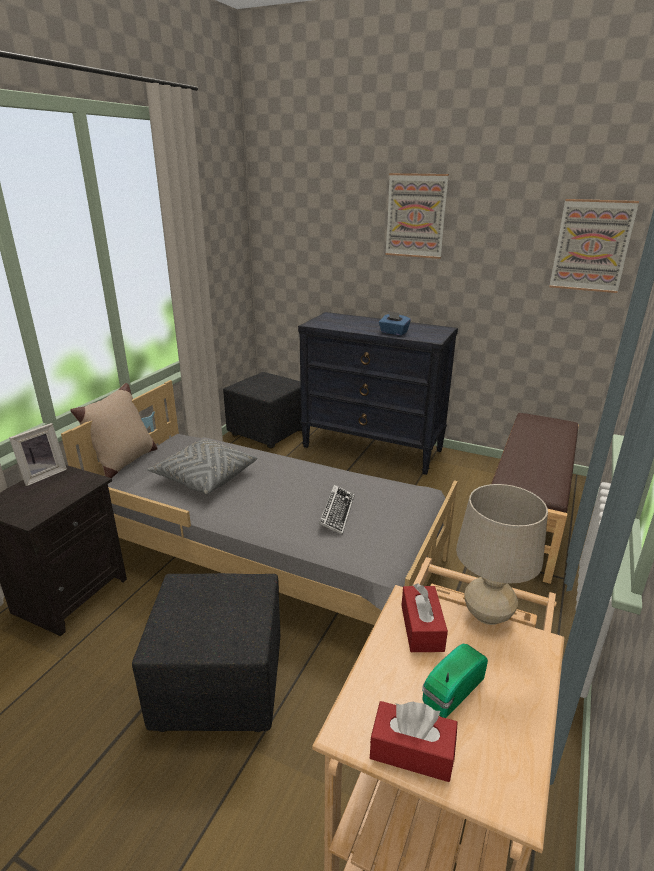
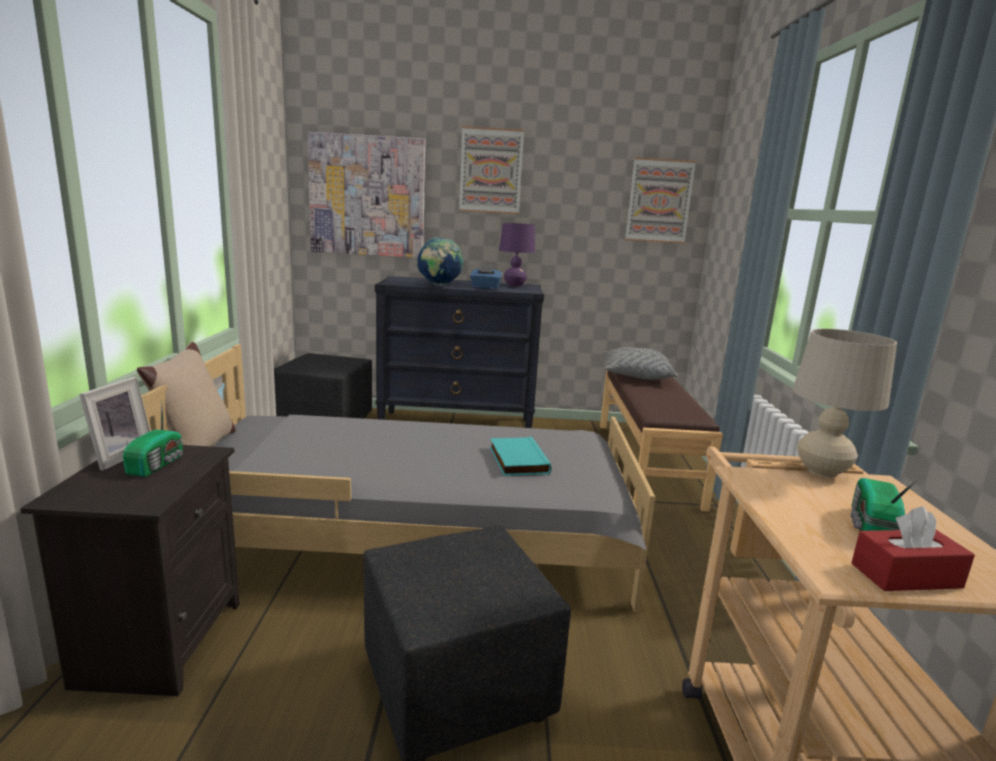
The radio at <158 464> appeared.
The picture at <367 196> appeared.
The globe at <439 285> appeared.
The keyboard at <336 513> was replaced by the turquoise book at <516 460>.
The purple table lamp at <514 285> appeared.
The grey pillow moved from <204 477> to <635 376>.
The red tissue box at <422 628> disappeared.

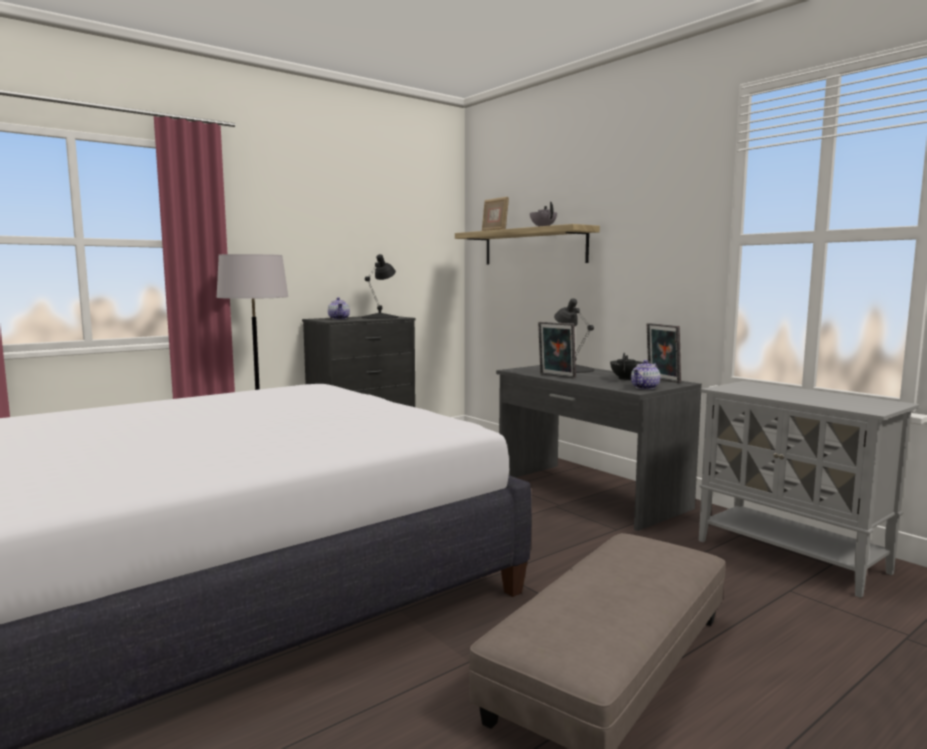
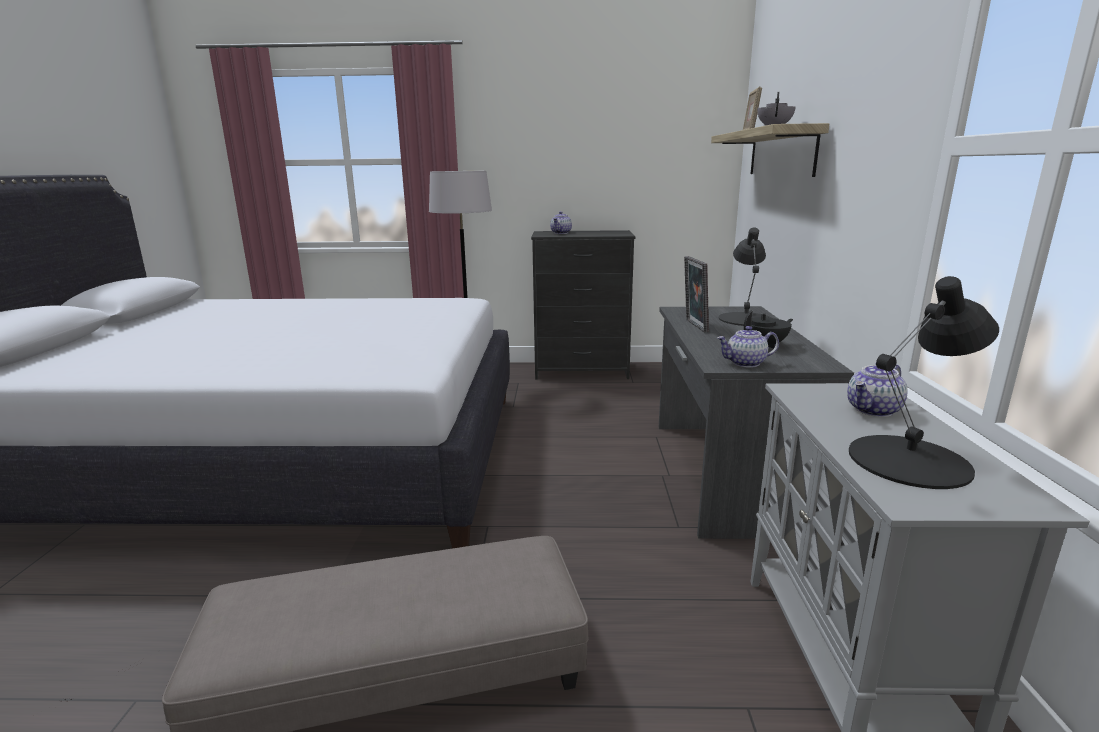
The teapot at <874 410> appeared.
The black table lamp moved from <380 317> to <910 461>.
The picture frame at <662 380> disappeared.

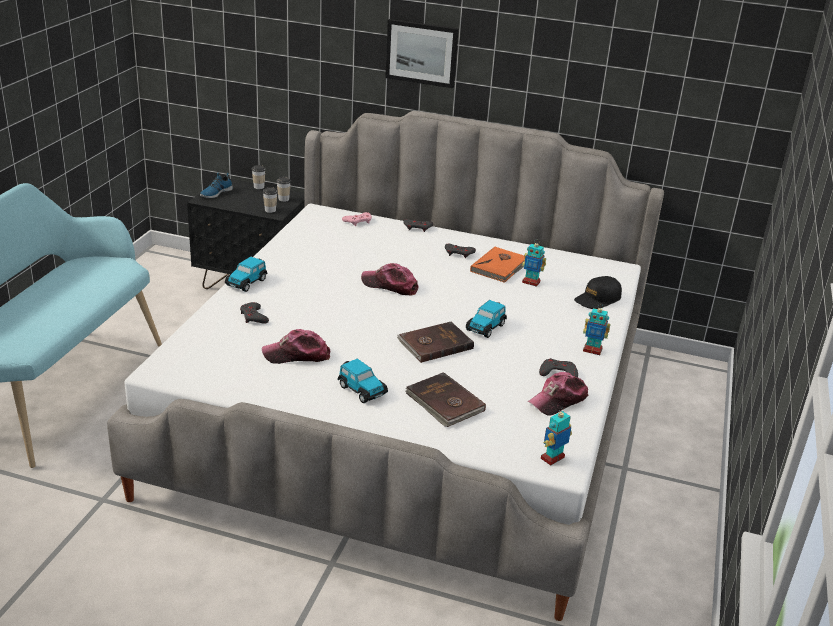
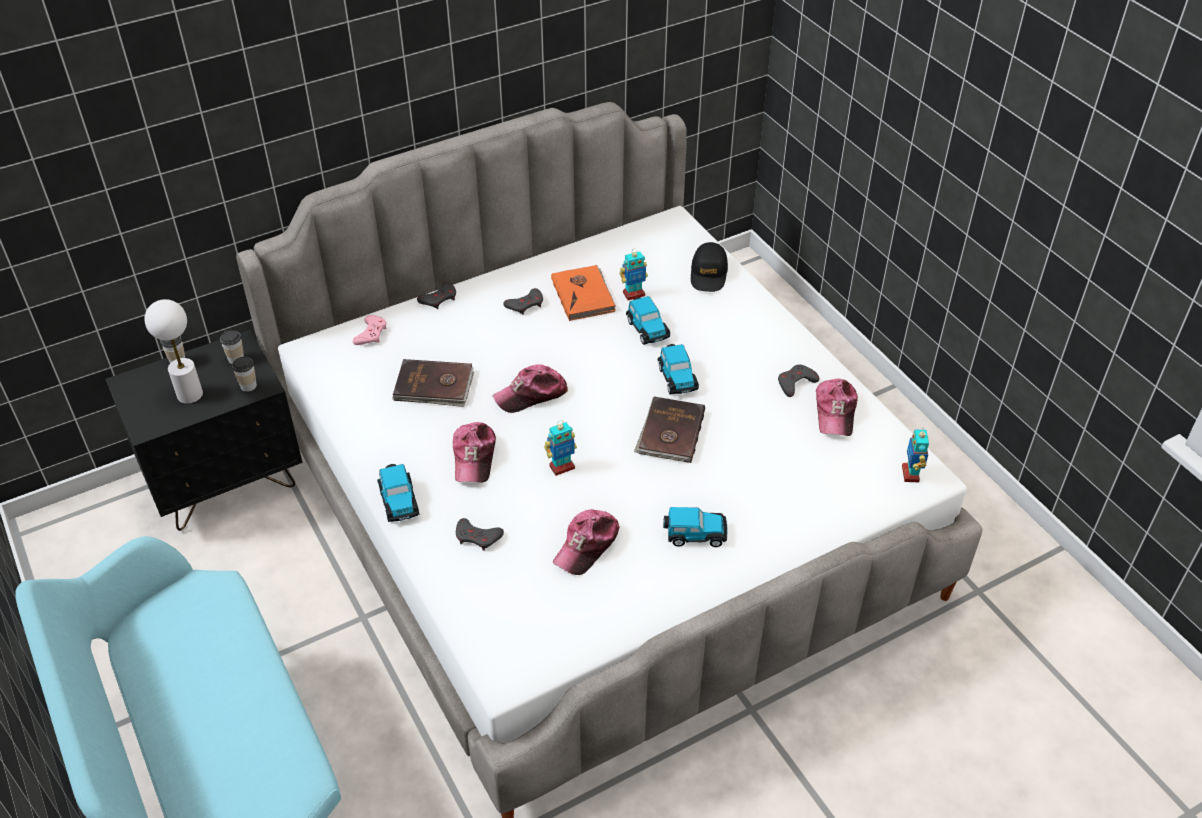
The white table lamp at <190 395> appeared.
The brown book moved from <444 403> to <434 386>.
The cap at <474 457> appeared.
The toy robot moved from <592 350> to <561 467>.
The toy car at <647 329> appeared.
The shoe at <215 193> disappeared.
The picture at <421 53> disappeared.

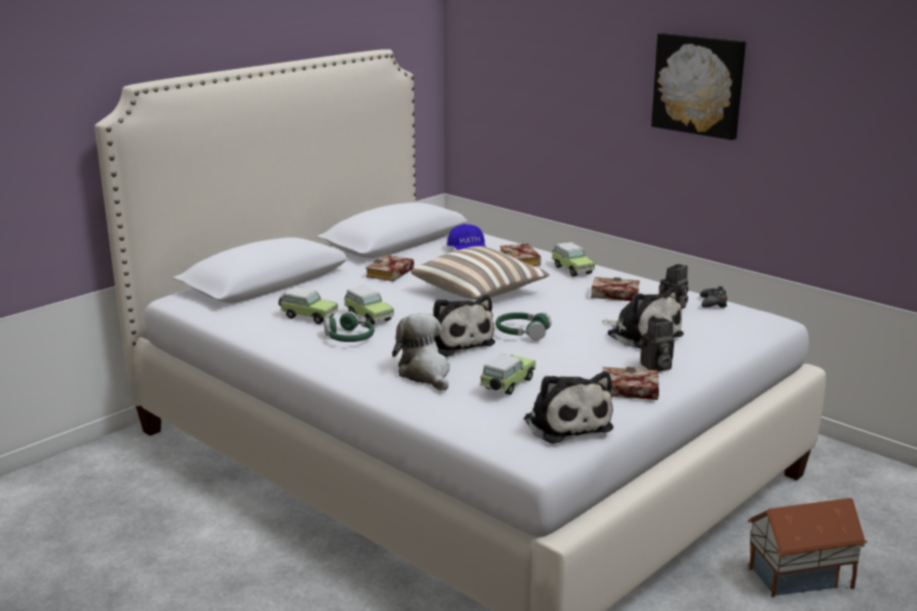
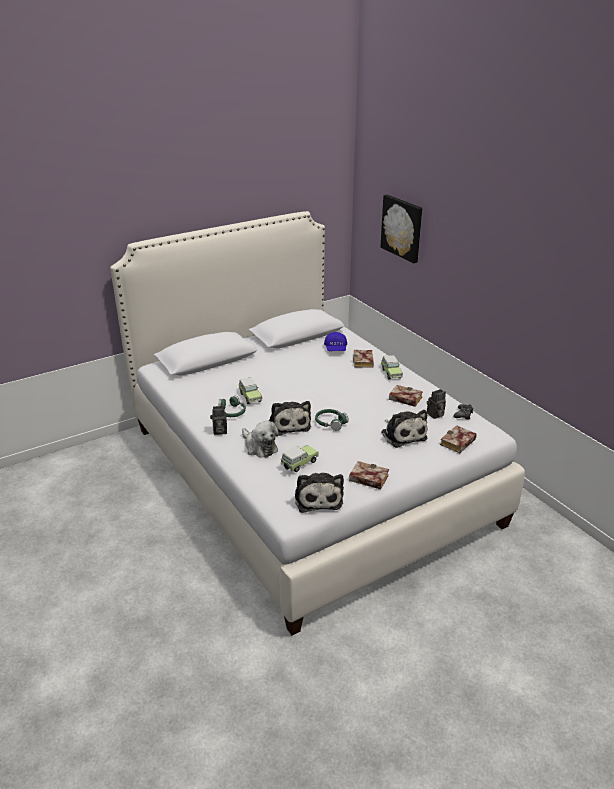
The photo camera moved from <655 367> to <219 431>.
The plush toy at <425 374> turned 150 degrees clockwise.
The picture moved from <699 85> to <402 228>.
The book moved from <390 274> to <458 443>.
The toy car at <308 316> disappeared.
The pillow at <480 293> disappeared.
The toy house at <801 579> disappeared.

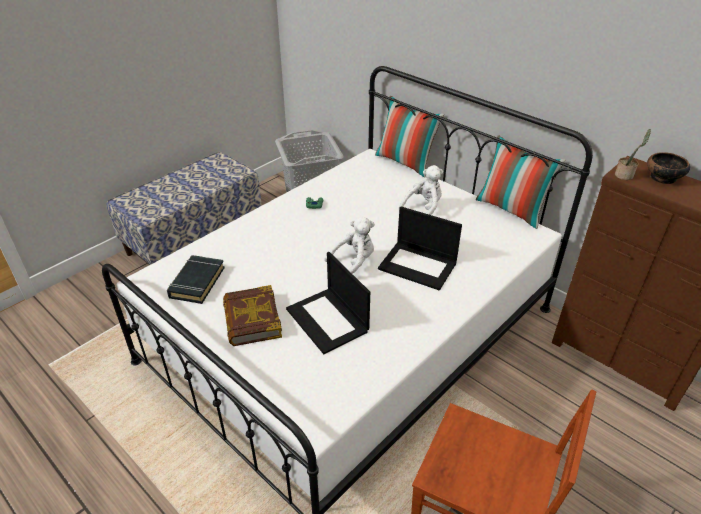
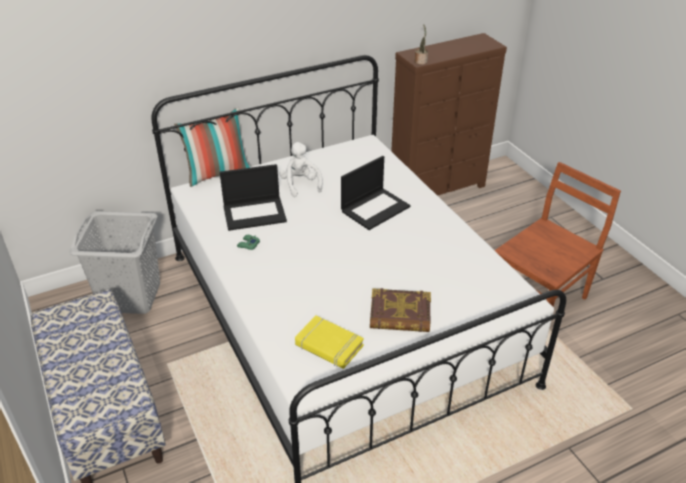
The laptop moved from <328 320> to <255 213>.
The black book at <196 282> became the yellow book at <328 345>.
The white plush toy at <353 263> disappeared.
The pillow at <511 210> disappeared.
The bowl at <663 178> disappeared.

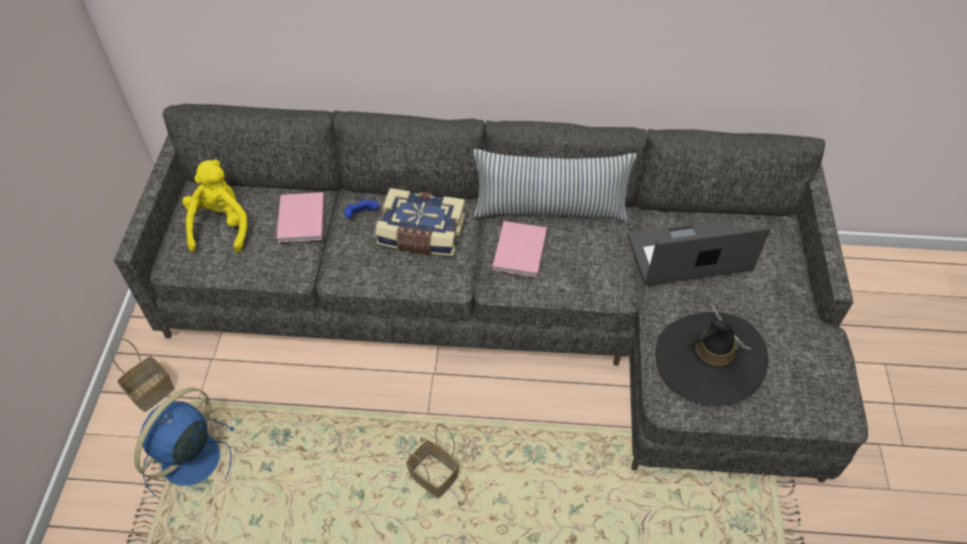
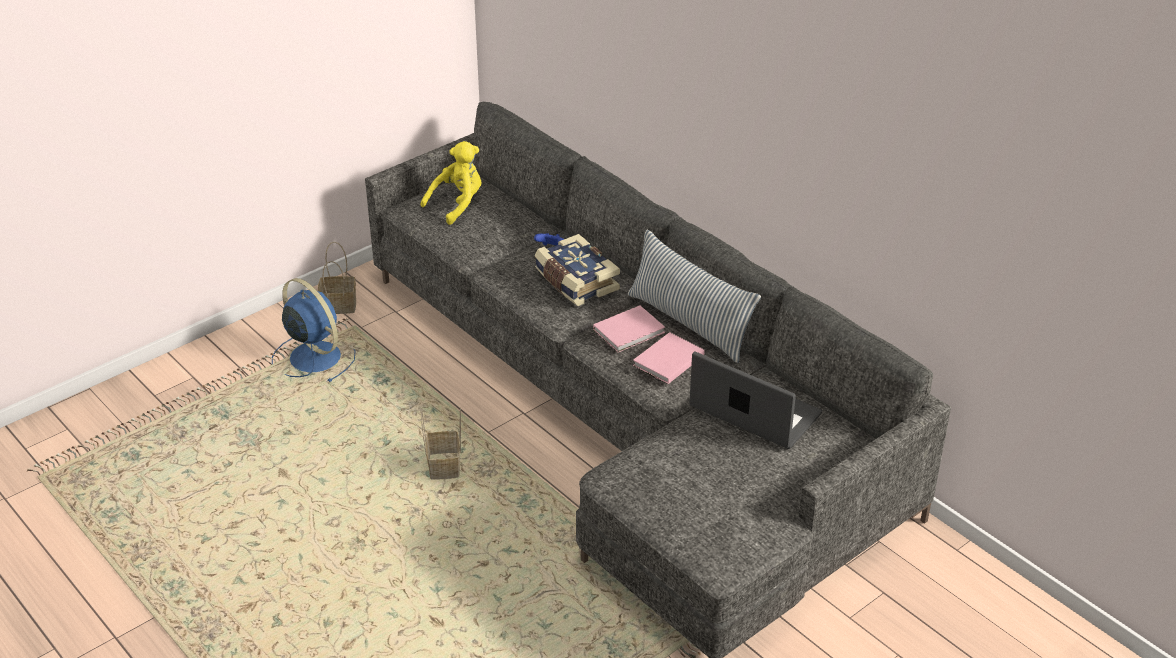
The blue fan at <189 462> turned 60 degrees clockwise.
The pink book moved from <300 220> to <666 361>.
The black hat at <709 360> disappeared.

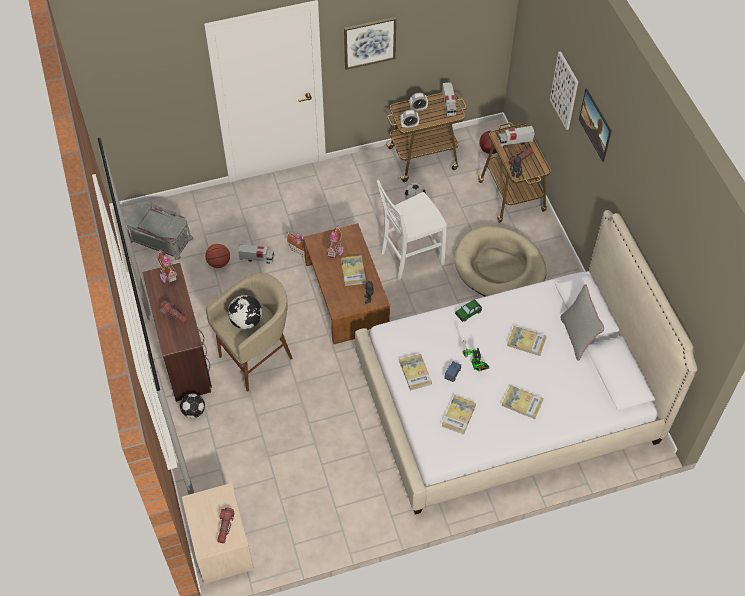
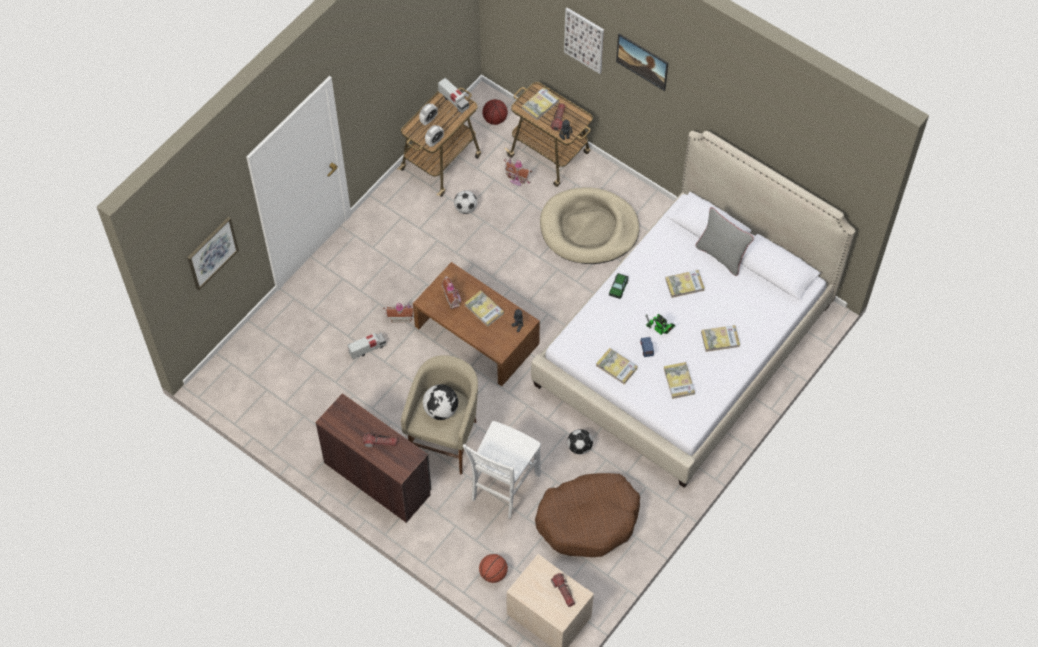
The picture moved from <369 42> to <212 252>.
The white chair moved from <410 258> to <503 487>.
The basketball moved from <219 263> to <493 573>.
The toy house moved from <167 275> to <517 179>.
The toy truck at <515 142> was replaced by the book at <540 104>.
The brown dog bed at <588 519> appeared.
The football moved from <194 411> to <579 447>.
The grey storage box at <161 238> disappeared.

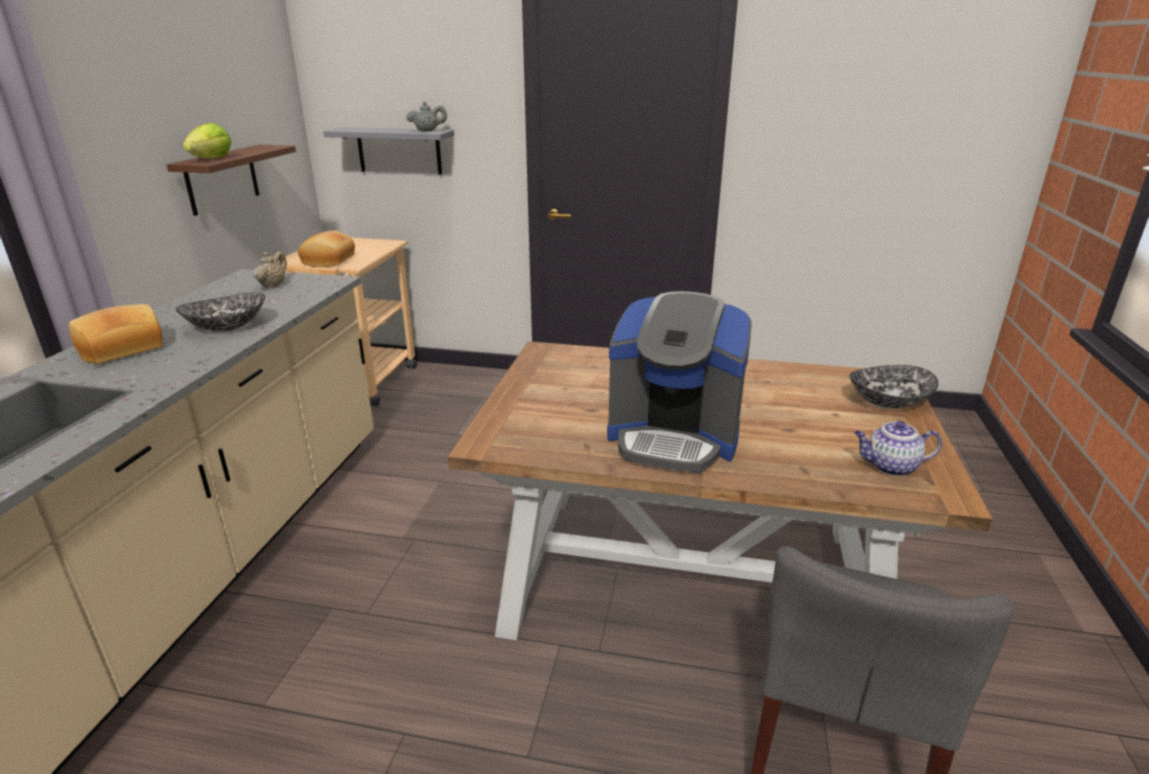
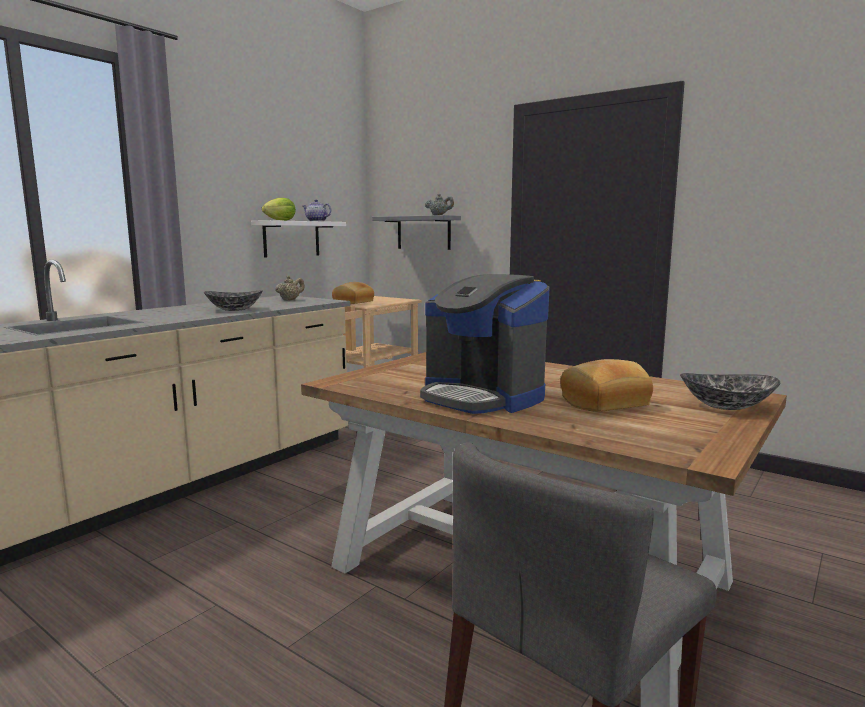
The brown shelf at <222 179> became the white shelf at <291 239>.
The teapot moved from <890 467> to <316 221>.
The bread moved from <121 349> to <603 402>.

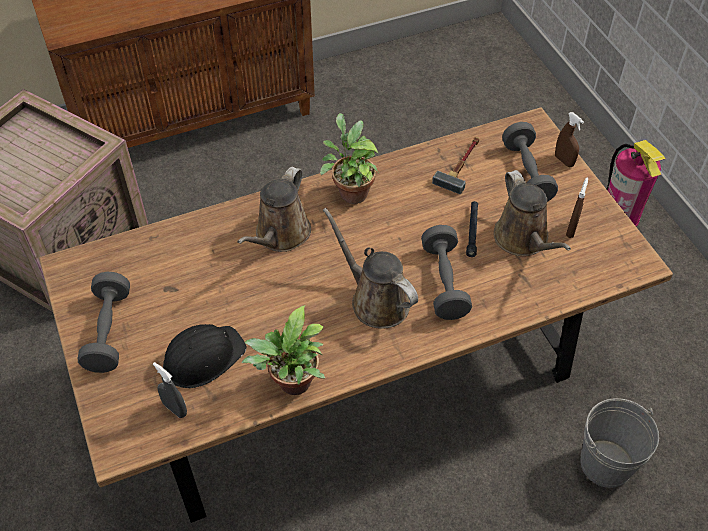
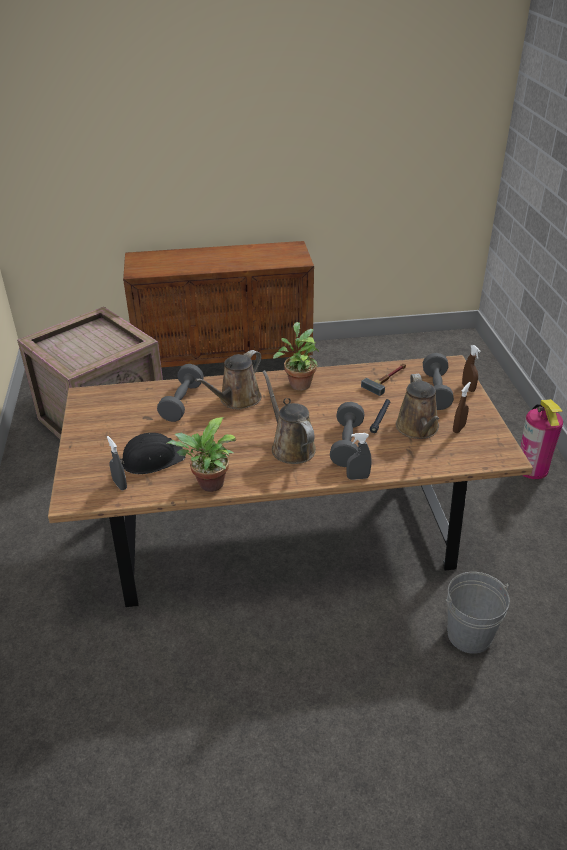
The grey dumbbell moved from <108 331> to <182 402>.
The grey spray bottle at <358 477> appeared.

